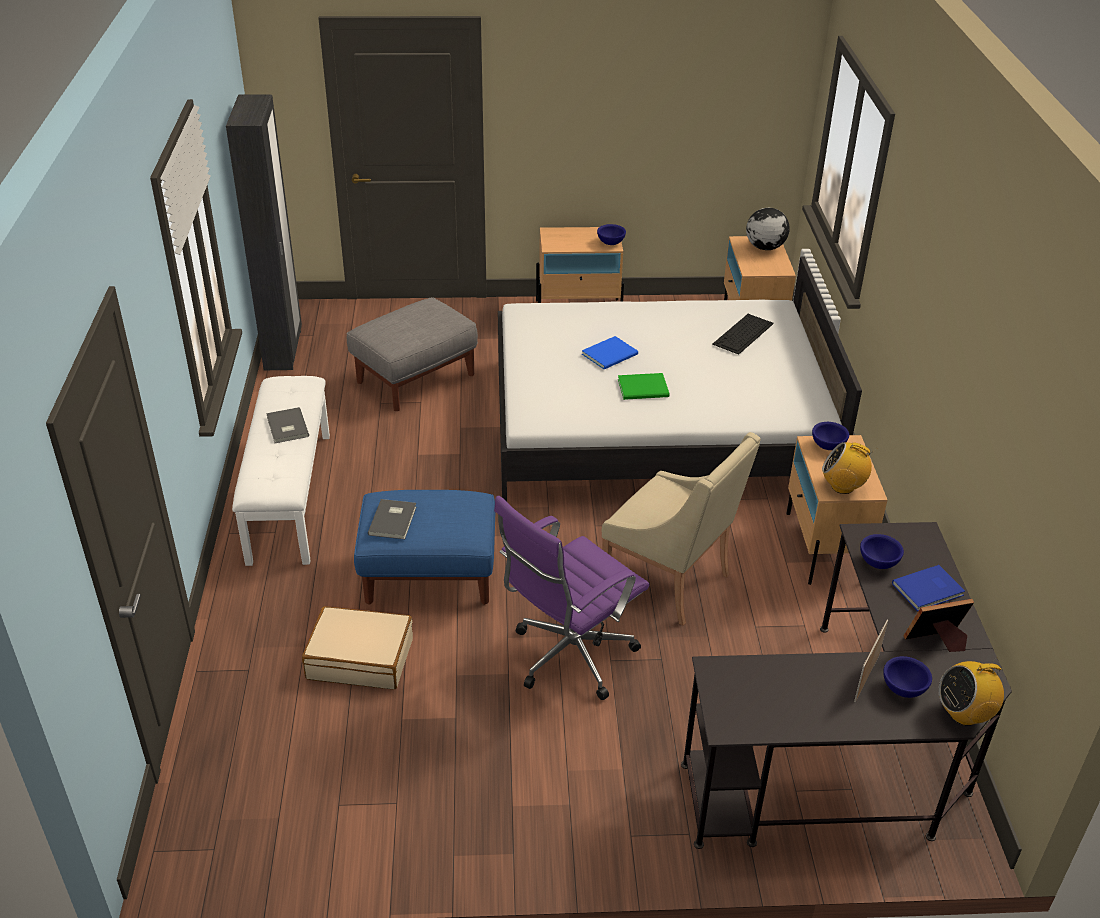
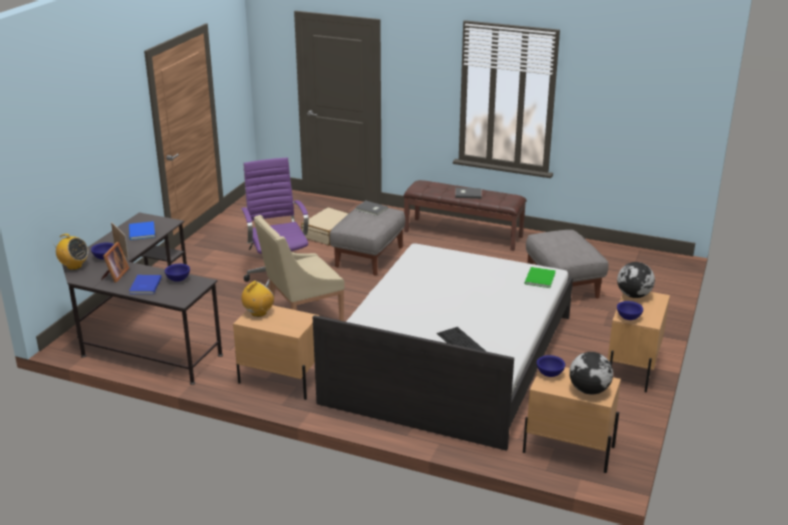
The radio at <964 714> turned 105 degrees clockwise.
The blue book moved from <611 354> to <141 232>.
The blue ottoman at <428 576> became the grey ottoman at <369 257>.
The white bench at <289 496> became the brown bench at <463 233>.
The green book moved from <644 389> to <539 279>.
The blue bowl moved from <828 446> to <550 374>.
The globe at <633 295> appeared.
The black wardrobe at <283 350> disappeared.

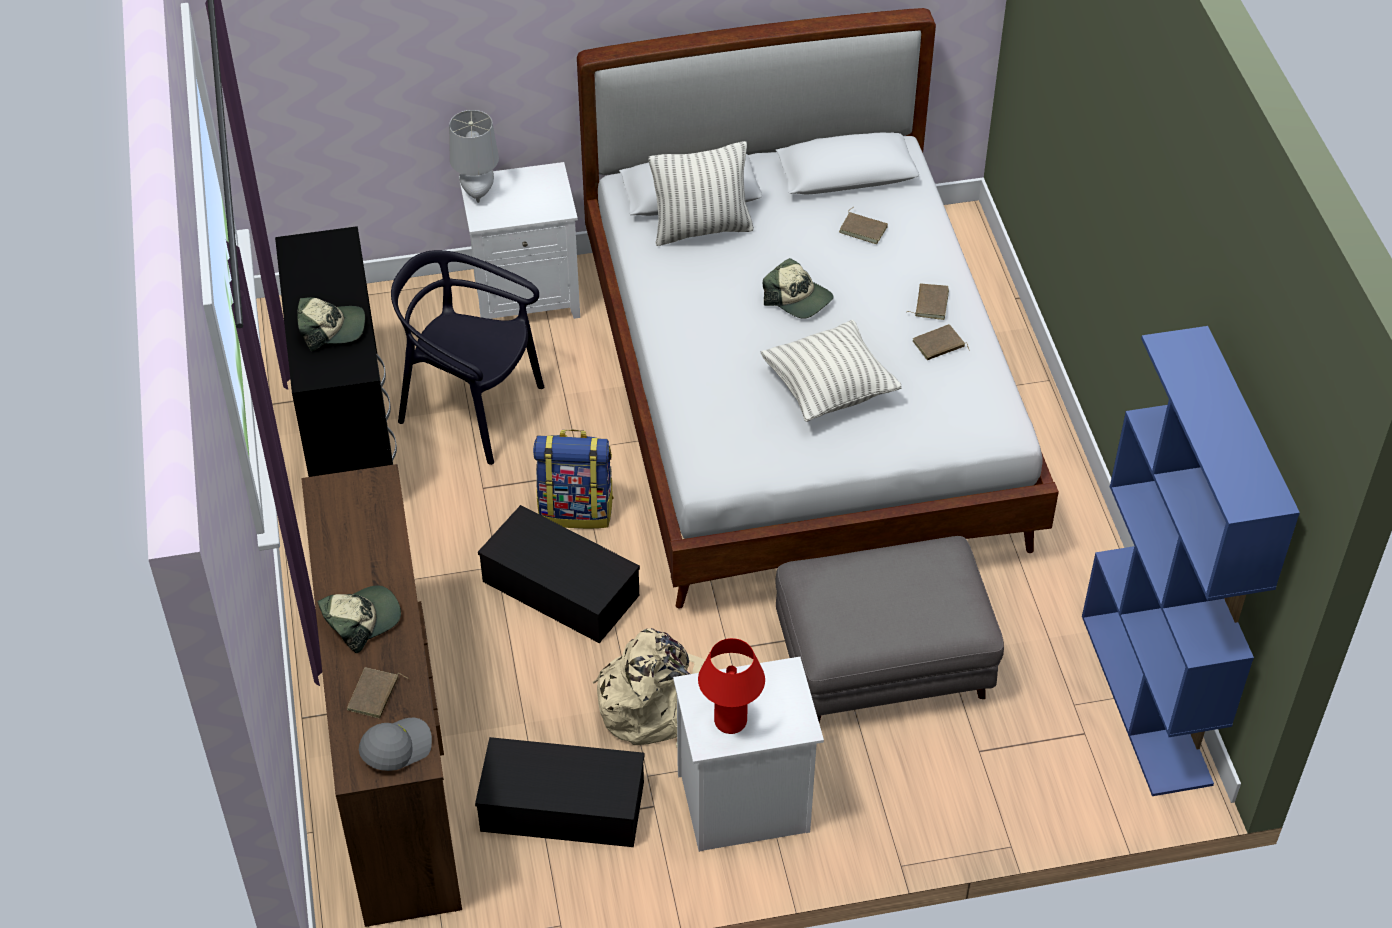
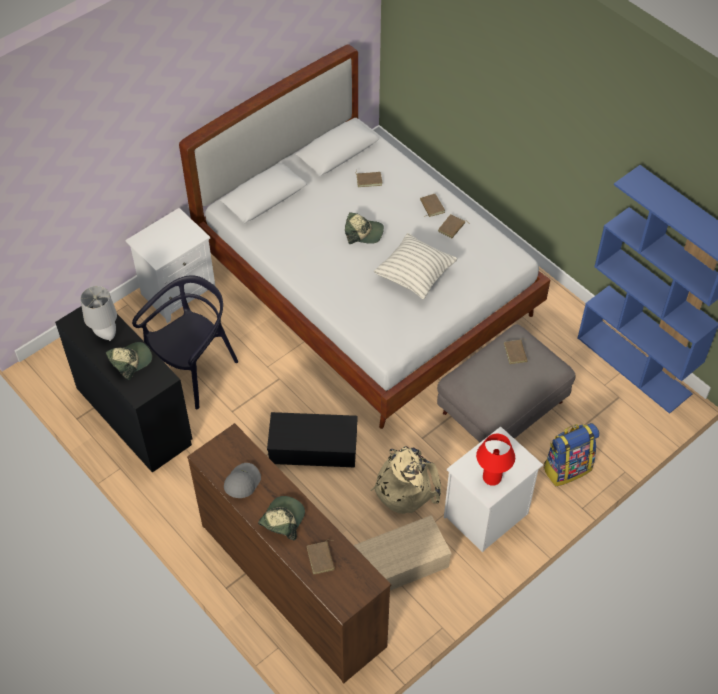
The grey table lamp moved from <477 191> to <105 334>.
The black chair at <471 409> turned 135 degrees clockwise.
The grey cap moved from <395 747> to <241 483>.
The black storage box at <560 807> became the beige storage box at <397 565>.
The brown book at <516 353> appeared.
The backpack moved from <576 510> to <567 468>.
The pillow at <701 229> disappeared.

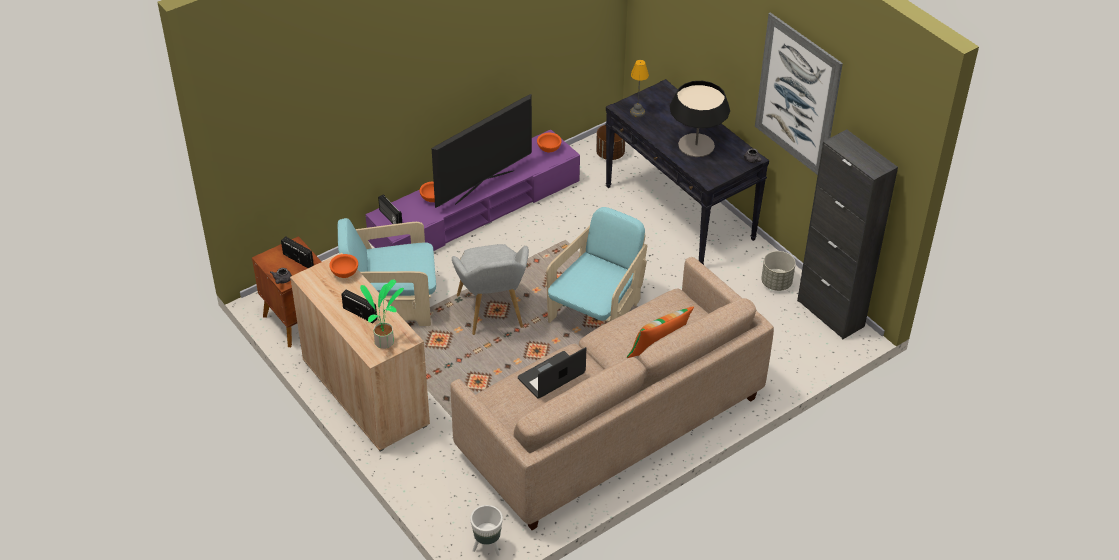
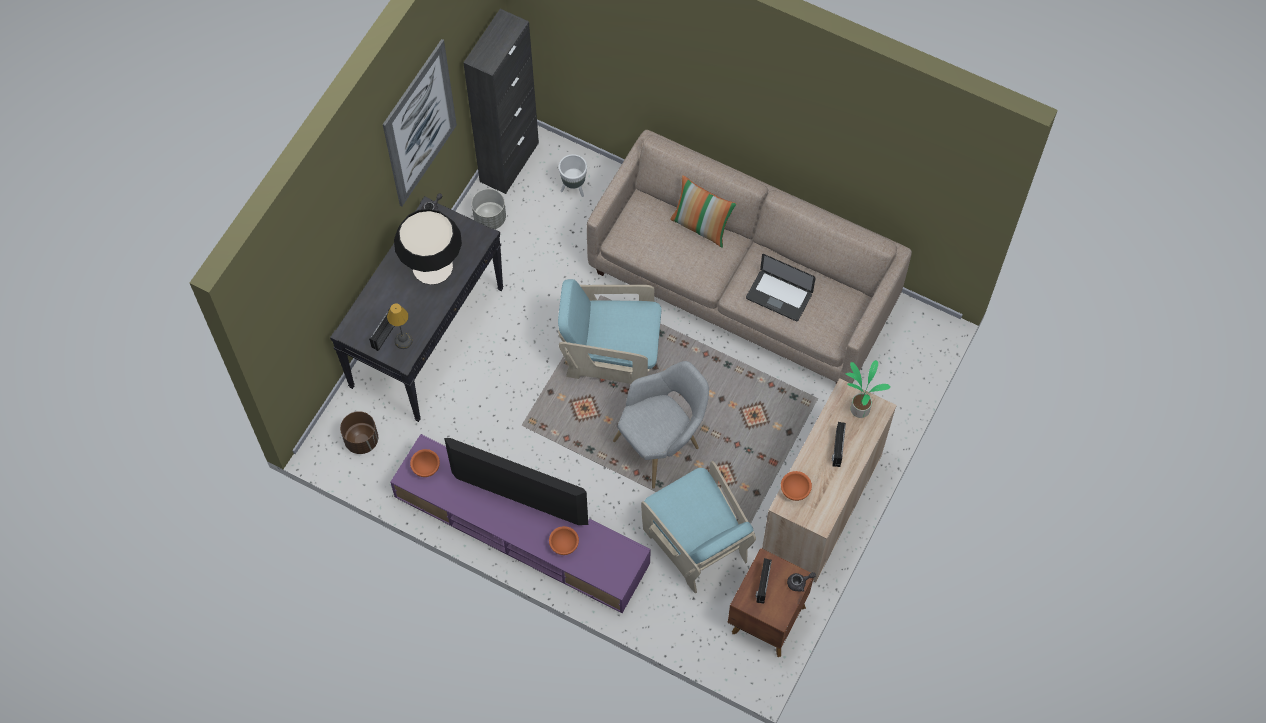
The radio moved from <390 218> to <385 334>.
The white planter moved from <487 547> to <574 188>.

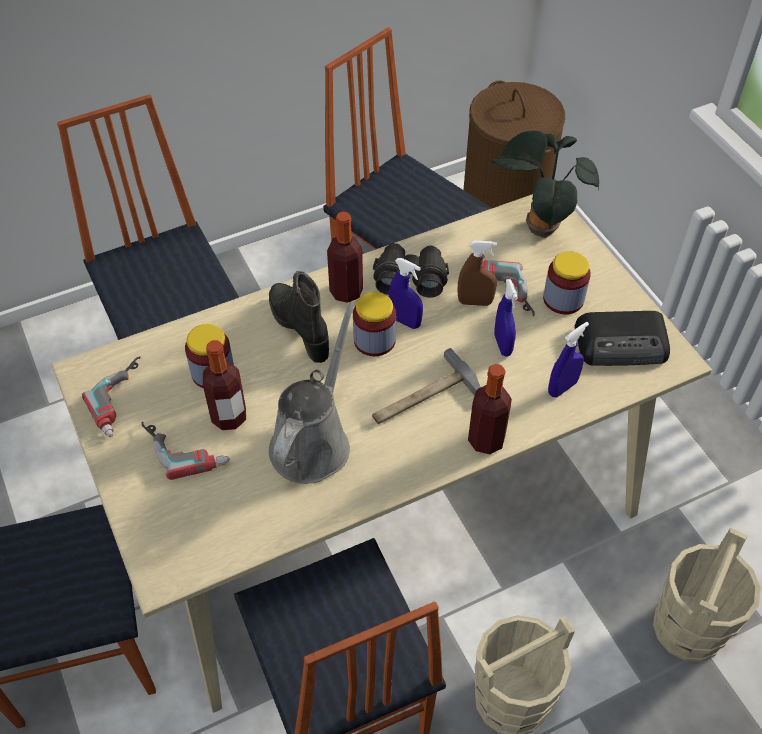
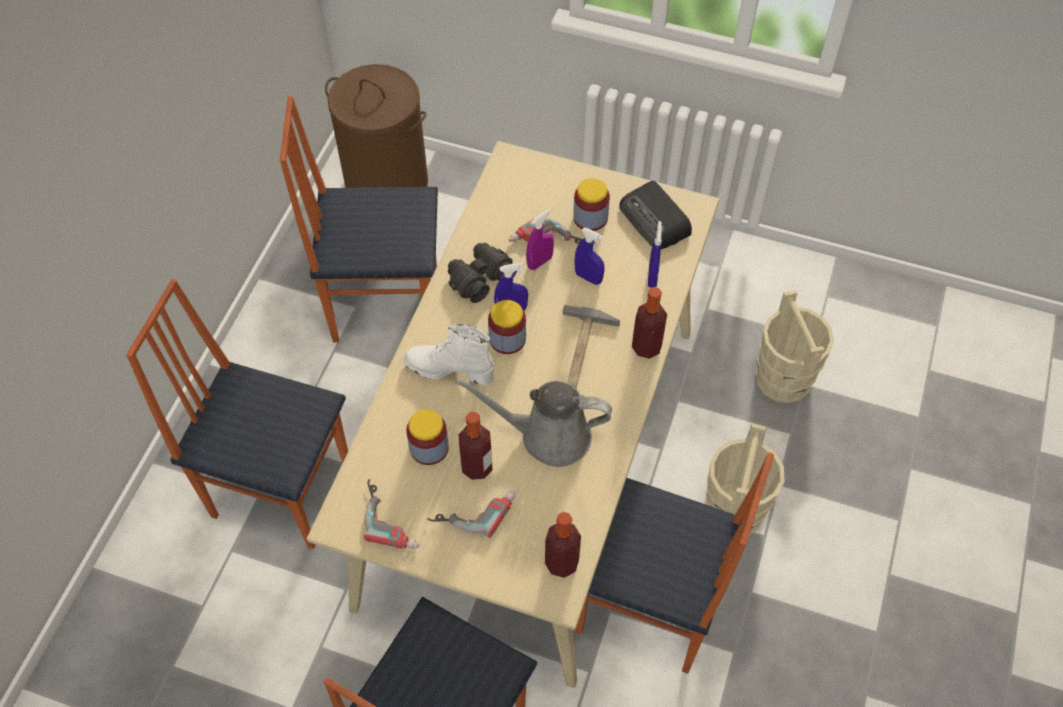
The black boot at <300 327> became the white boot at <449 369>.
The grey watering can at <313 441> turned 60 degrees counterclockwise.
The brown spray bottle at <475 302> became the purple spray bottle at <540 262>.
The bottle moved from <346 291> to <561 562>.
The radio at <623 343> turned 105 degrees clockwise.
The potted plant at <537 226> disappeared.

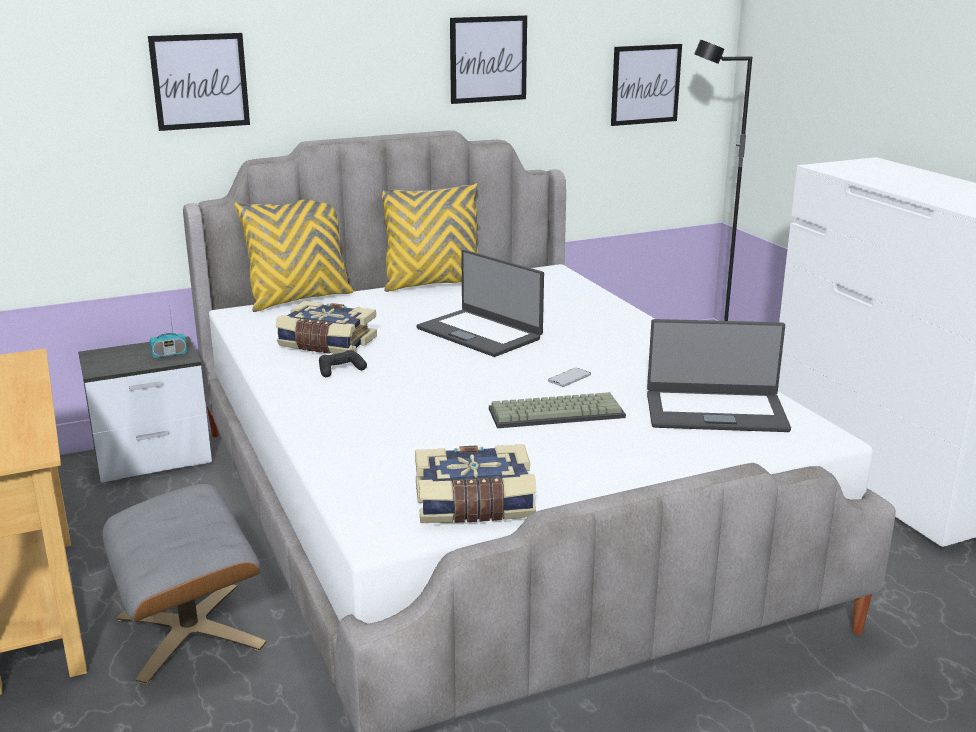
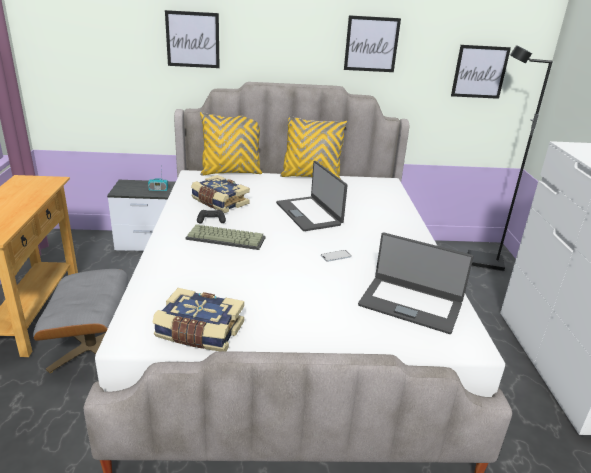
The keyboard moved from <557 412> to <227 238>.

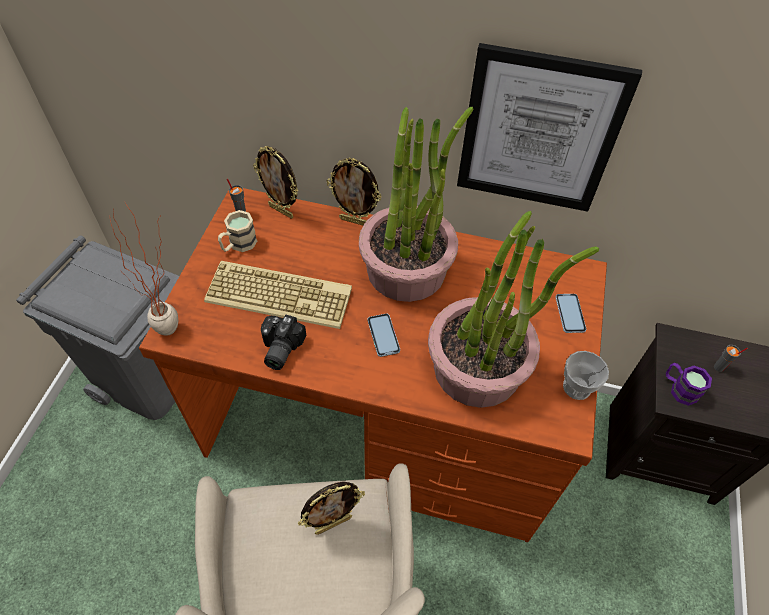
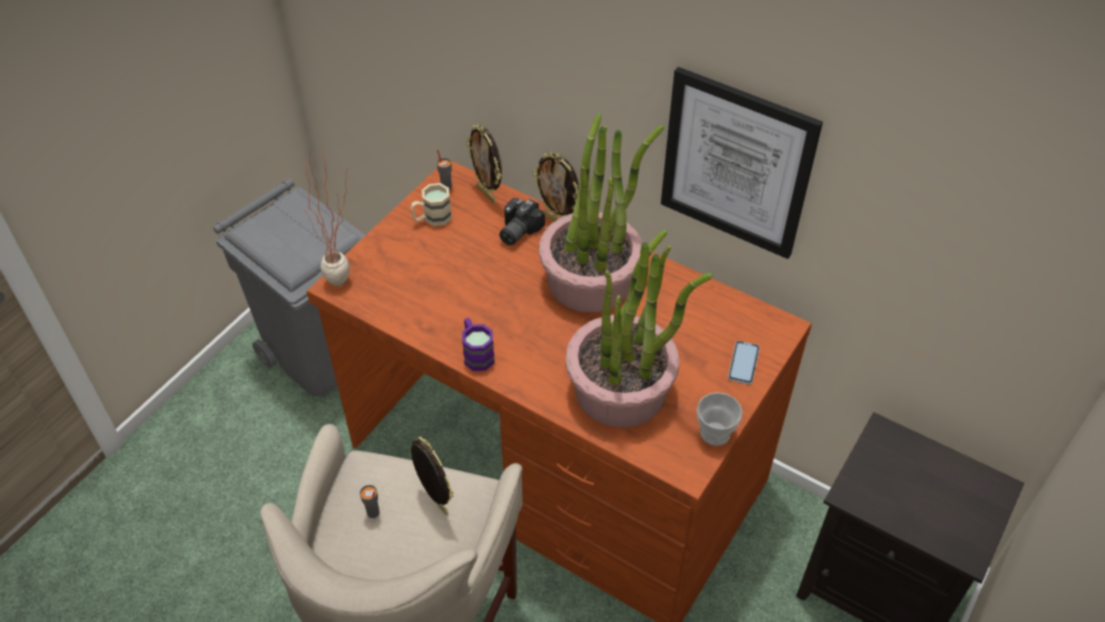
The grey cup moved from <719 367> to <373 513>.
The picture frame at <333 524> turned 120 degrees counterclockwise.
The purple mug moved from <679 389> to <476 353>.
The photo camera moved from <278 349> to <516 230>.
The keyboard at <281 294> disappeared.
The phone at <383 335> disappeared.

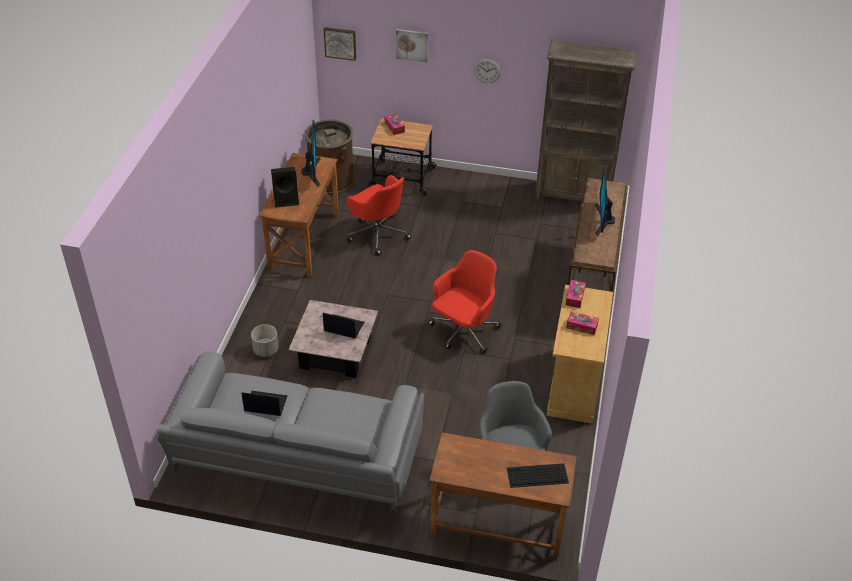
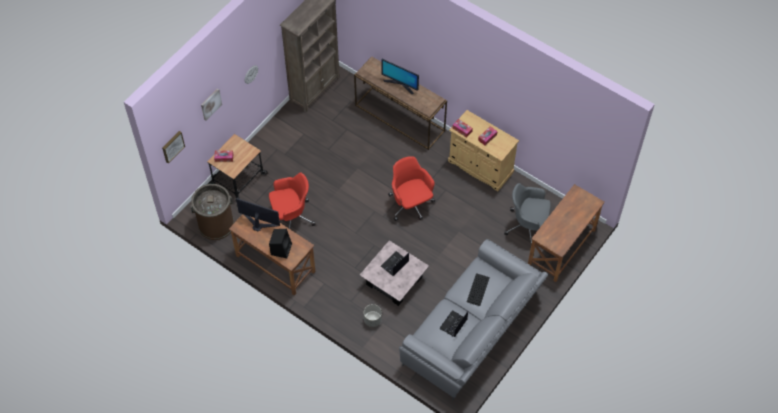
The keyboard moved from <536 475> to <478 290>.

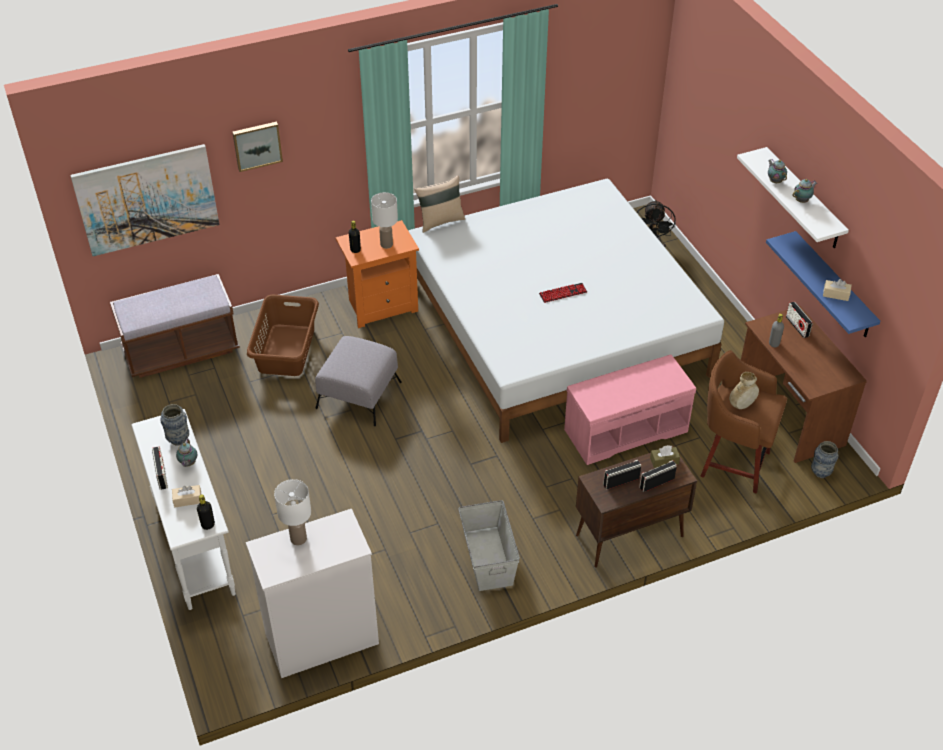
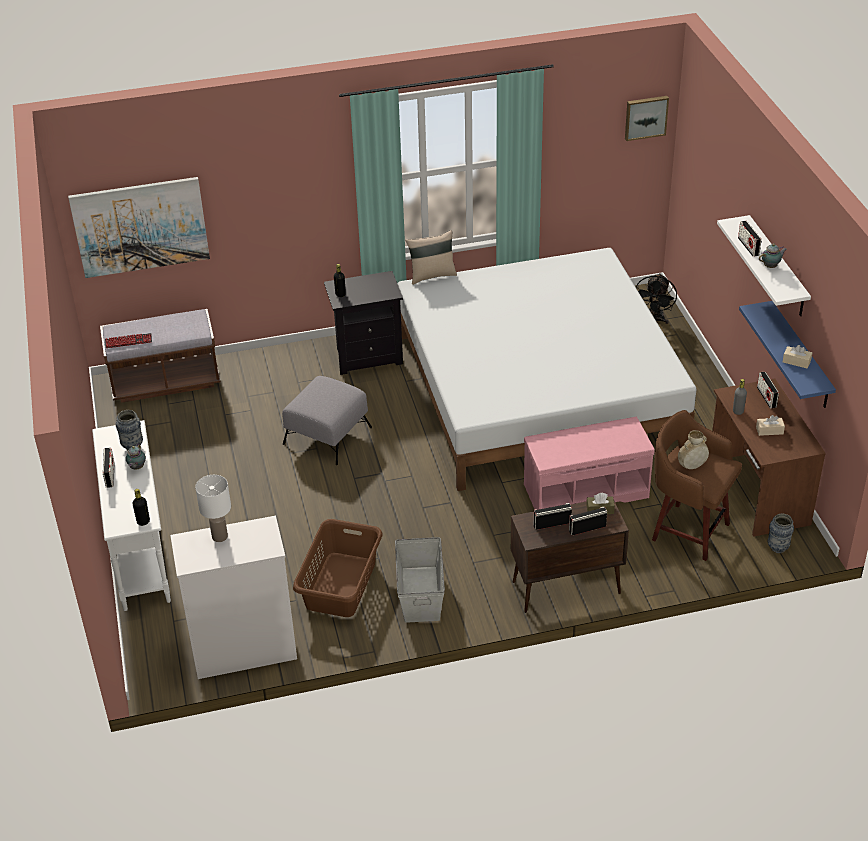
The keyboard moved from <563 293> to <128 341>.
The brown laundry basket moved from <285 350> to <340 585>.
The orange nightstand at <381 306> became the black nightstand at <368 356>.
The picture moved from <257 145> to <645 117>.
The teapot at <775 181> was replaced by the radio at <748 247>.
The beige tissue box moved from <187 500> to <769 430>.
The white table lamp at <386 244> disappeared.

